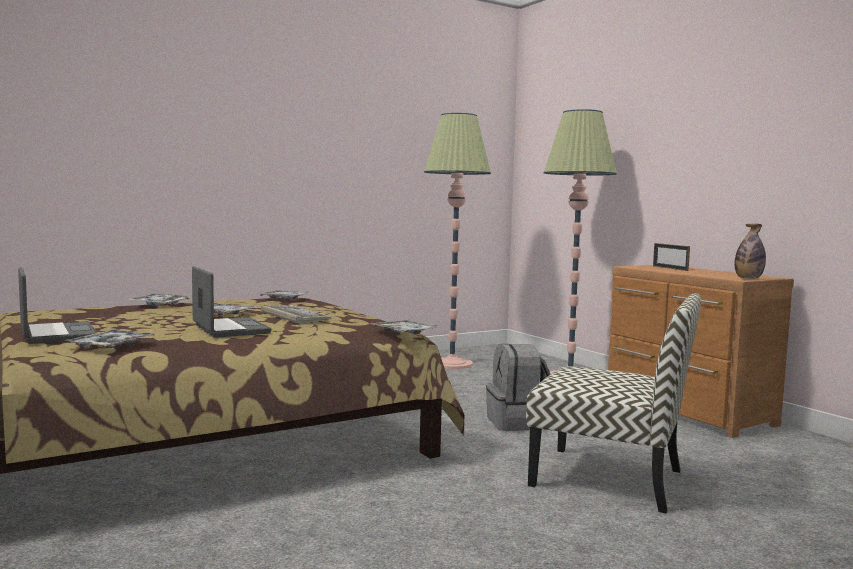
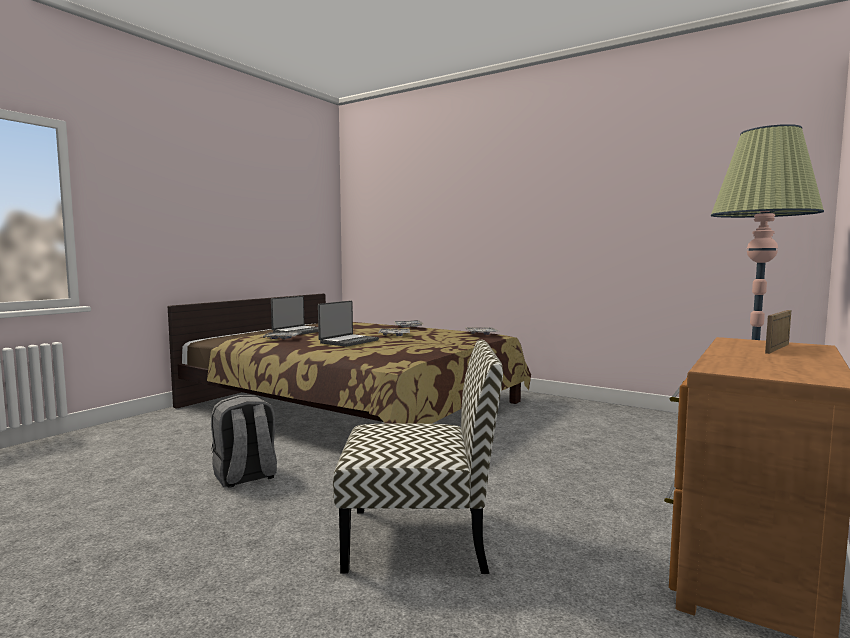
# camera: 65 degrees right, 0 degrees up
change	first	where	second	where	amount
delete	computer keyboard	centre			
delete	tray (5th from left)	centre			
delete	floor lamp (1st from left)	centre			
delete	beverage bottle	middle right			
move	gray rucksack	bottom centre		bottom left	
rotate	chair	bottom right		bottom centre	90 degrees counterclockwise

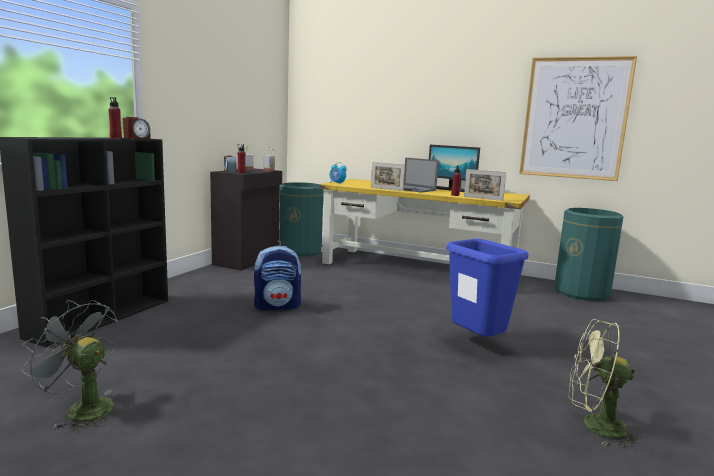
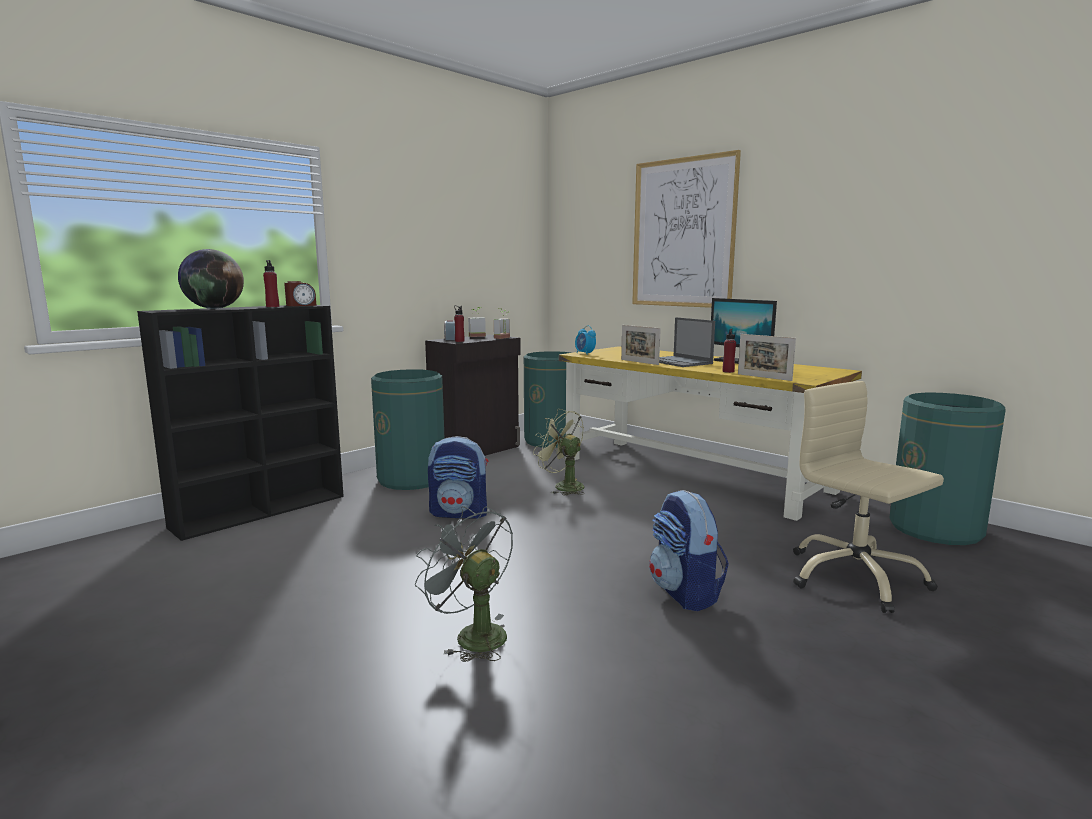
# camera: 20 degrees right, 0 degrees up
change	first	where	second	where	amount
insert			desk globe	middle left	
insert			greenish trash can (1st from left)	centre	
insert			beige-coloured desk chair	middle right	
move	gray cooling fan	bottom left		bottom centre	
move	wall art	top right		top centre	
move	greenish cooling fan	bottom right		centre	
replace	bluish trash can	middle right	rucksack (2nd from left)	bottom centre	

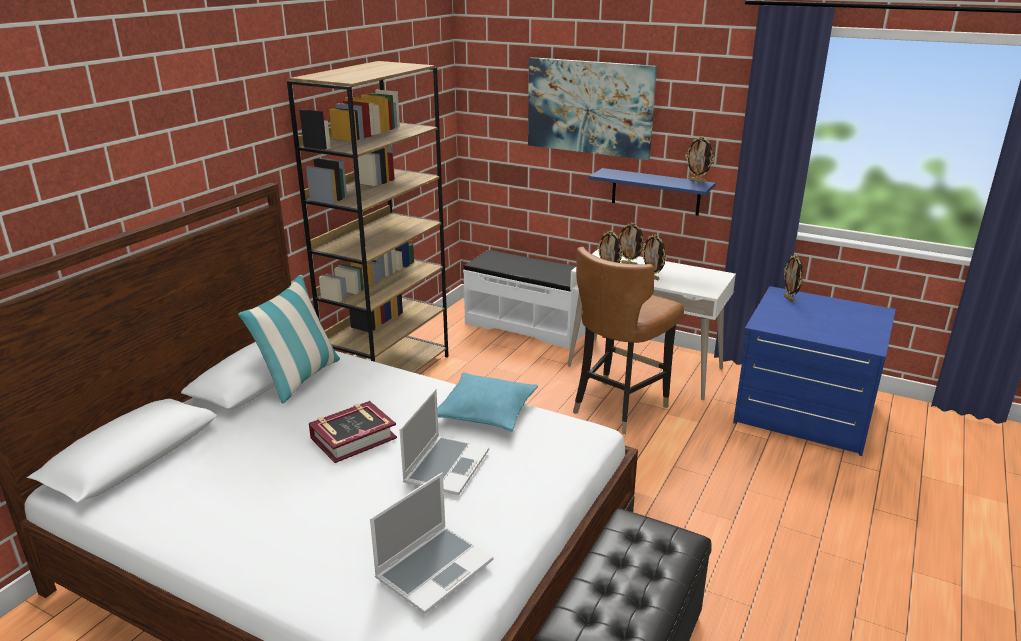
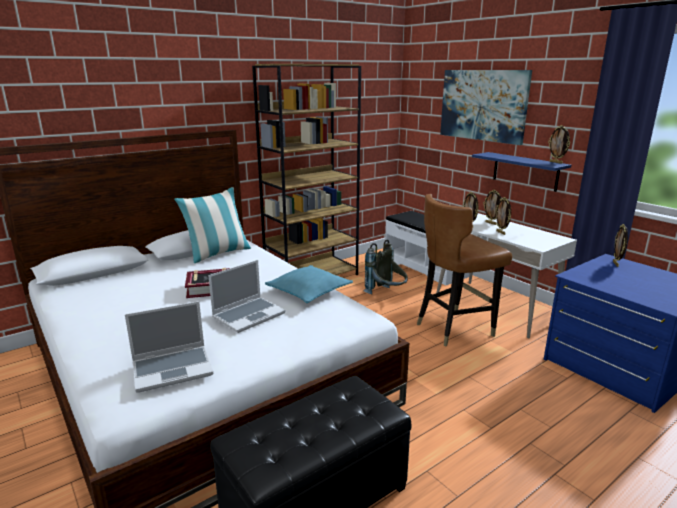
# camera: 25 degrees right, 5 degrees down
change	first	where	second	where	amount
insert			gray rucksack	centre	

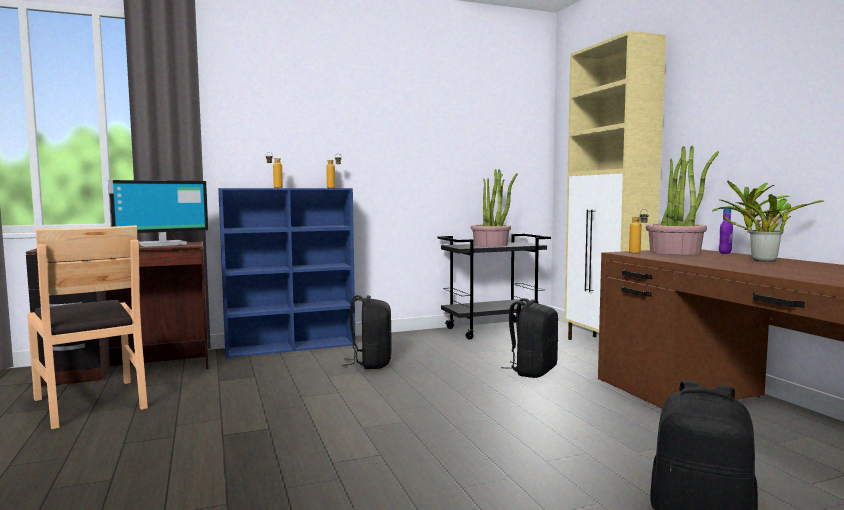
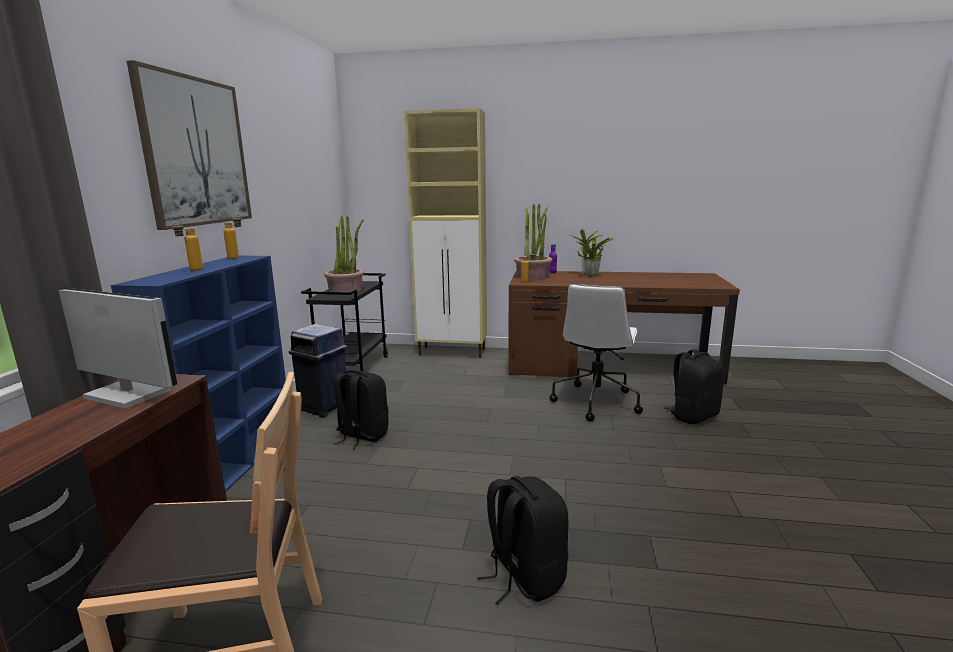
# camera: 60 degrees left, 10 degrees up
change	first	where	second	where	amount
insert			wall art	top left	
insert			bluish trash can	centre	
insert			white-coloured desk chair	centre	
move	blackish rucksack (2nd from left)	centre		bottom centre	
rotate	monitor	middle left		middle left	60 degrees counterclockwise

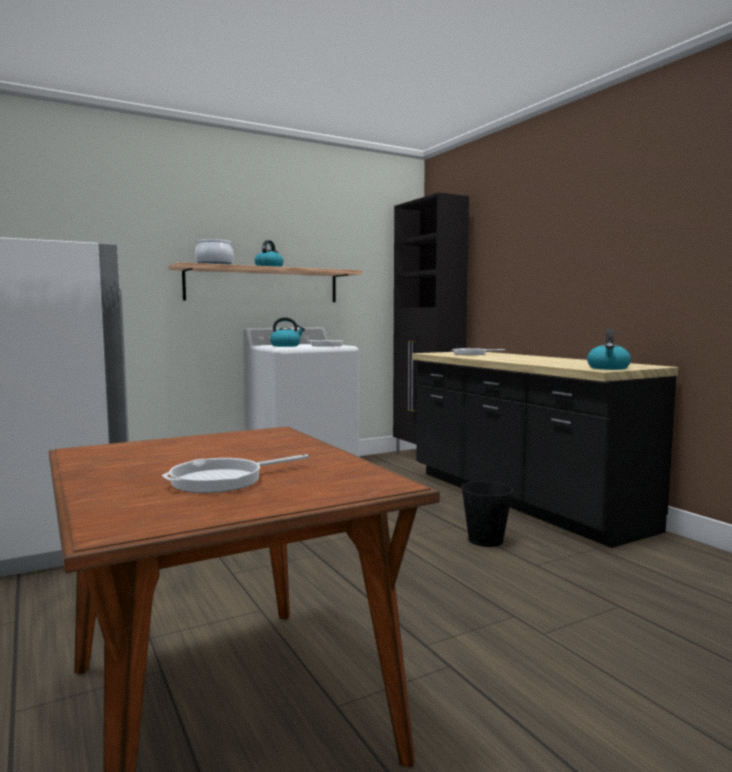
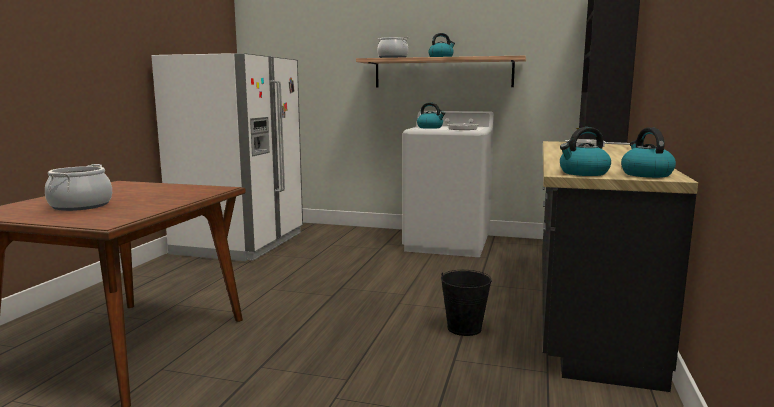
# camera: 45 degrees right, 5 degrees up
change	first	where	second	where	amount
insert			tea kettle (4th from left)	middle right	
replace	frying pan (1st from left)	middle left	saucepot (1st from left)	middle left	

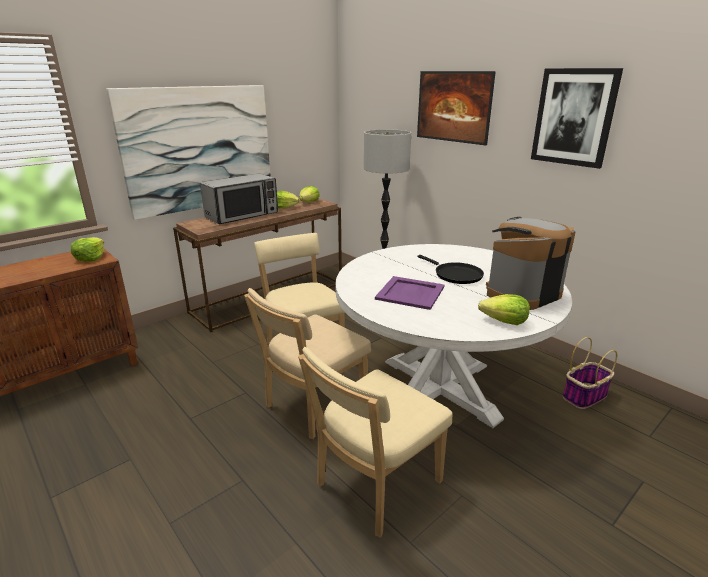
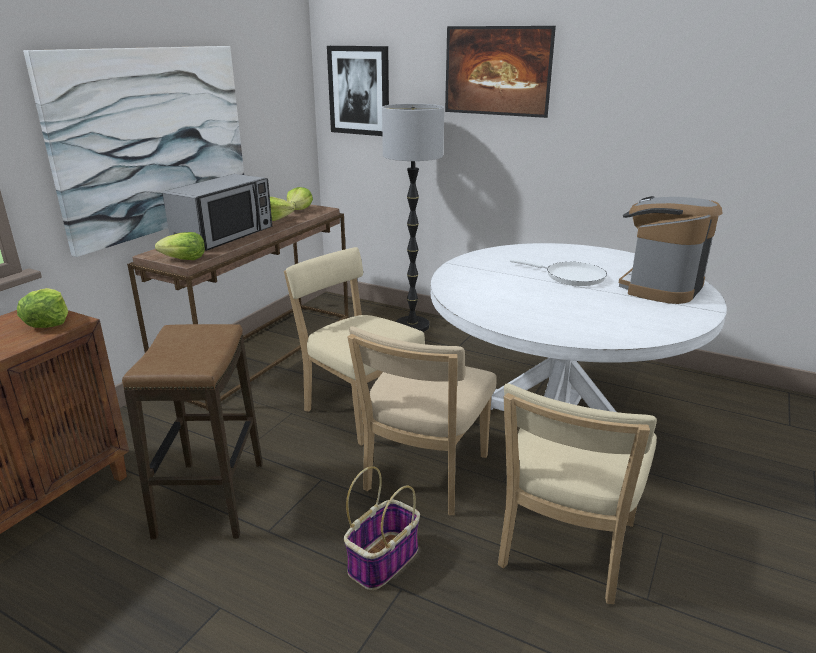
# camera: 20 degrees left, 0 degrees up
change	first	where	second	where	amount
delete	purplish tray	centre			
insert			sitting stool	middle left	
move	lettuce (4th from left in the first image)	middle right	lettuce (2nd from left)	middle left	
move	wall art (3rd from left in the first image)	top right	wall art (2nd from left)	top centre	
move	household basket	middle right		bottom centre	
recolor	blackish frying pan	centre	white-coloured frying pan	middle right	

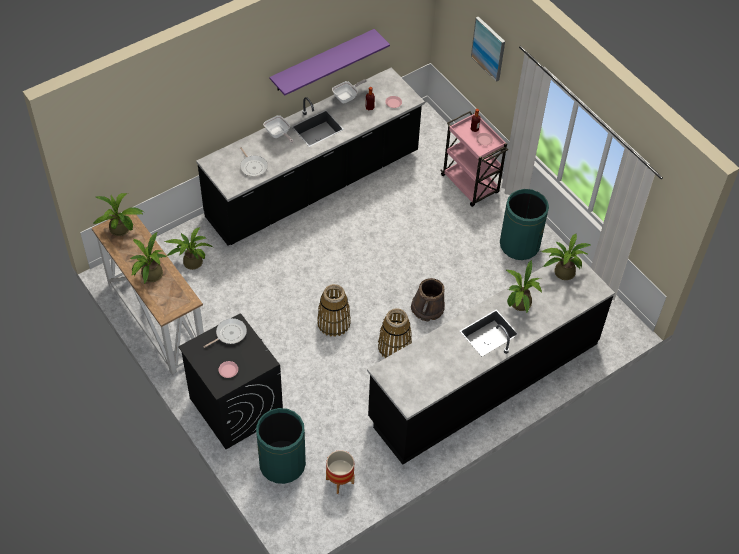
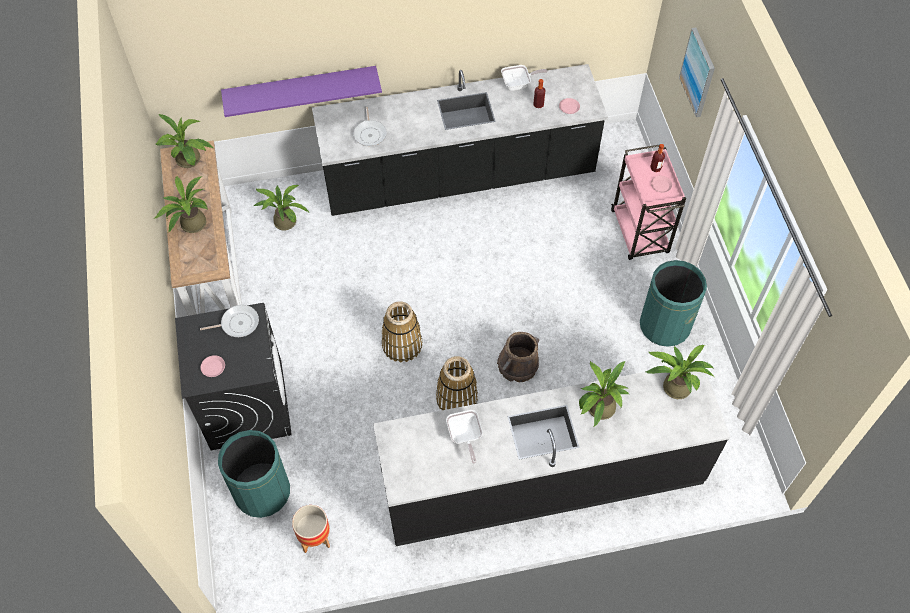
# camera: 25 degrees right, 5 degrees up
change	first	where	second	where	amount
move	frying pan (3rd from left)	top centre		bottom centre	
move	purplish bracket shelf	top centre		top left	

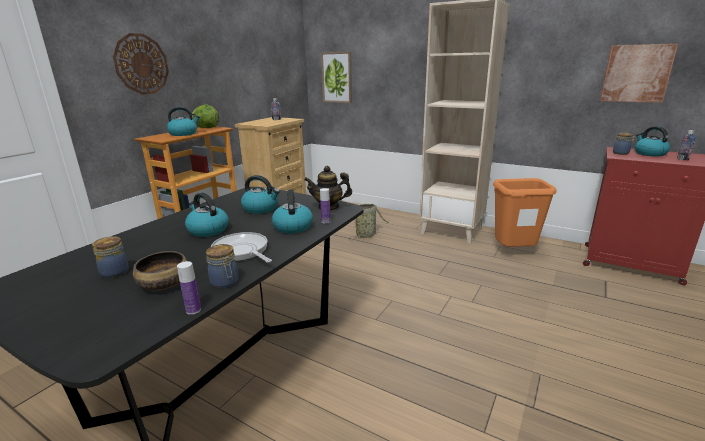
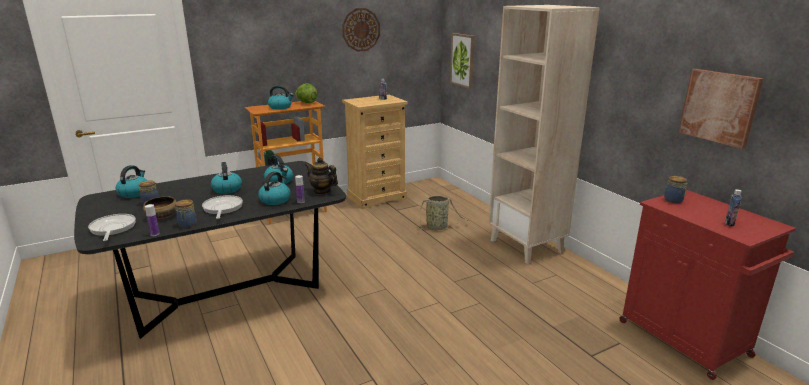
# camera: 30 degrees right, 0 degrees up
change	first	where	second	where	amount
delete	orange trash can	middle right			
insert			frying pan (1st from left)	middle left	
move	clock on the wall	top left		top centre	
move	tea kettle (5th from left in the first image)	top right	tea kettle (1st from left)	middle left	

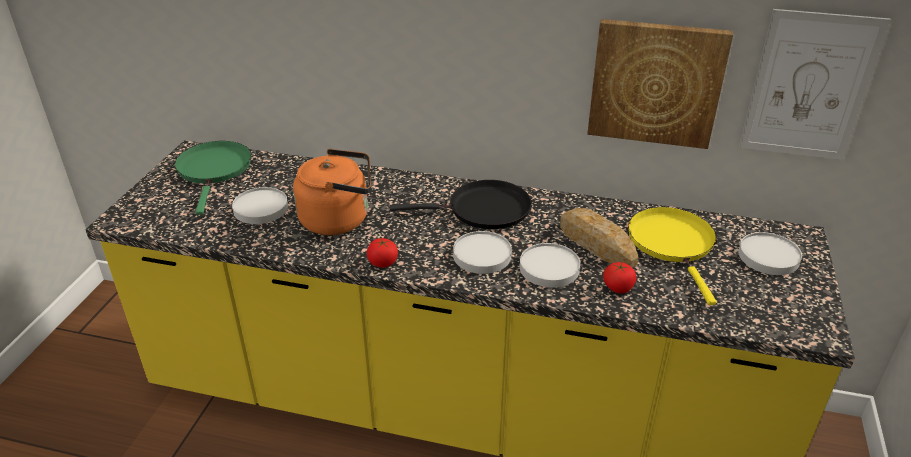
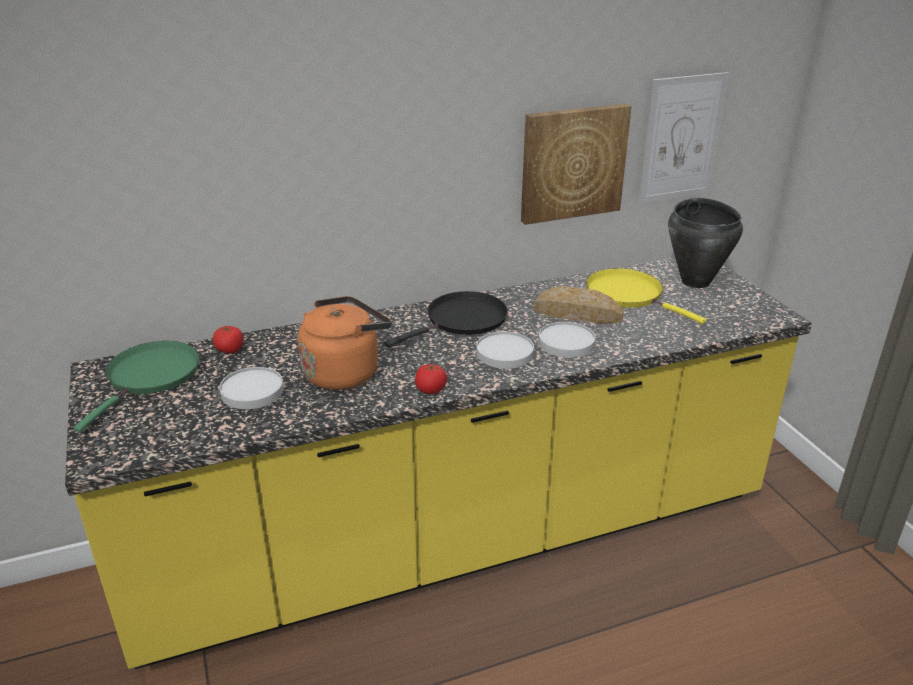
# camera: 35 degrees left, 5 degrees down
change	first	where	second	where	amount
move	fresh tomato (2nd from left in the first image)	middle right	fresh tomato (1st from left)	middle left	
replace	white-coloured plate (4th from left)	middle right	blackish saucepot	middle right	
rotate	greenish frying pan	middle left		middle left	60 degrees clockwise

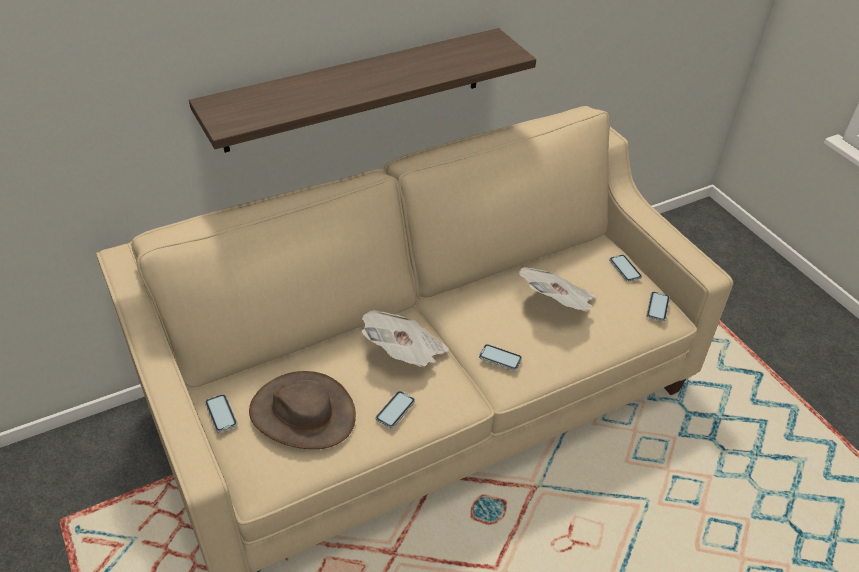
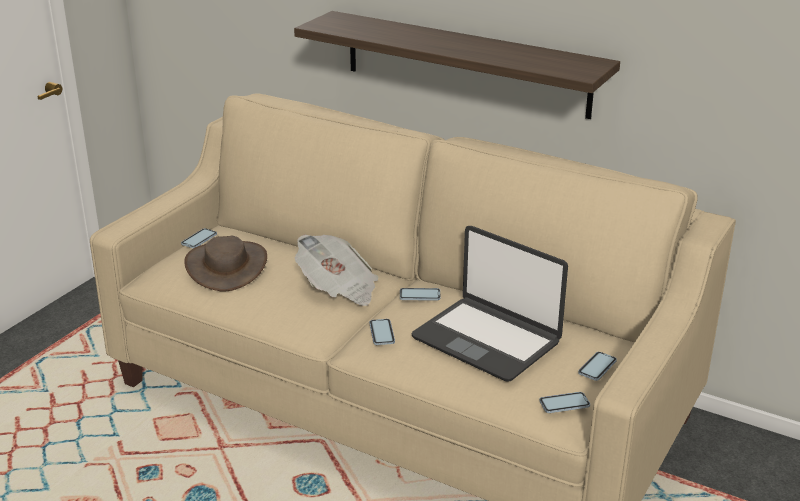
# camera: 60 degrees right, 15 degrees down
change	first	where	second	where	amount
move	phone (2nd from left in the first image)	bottom centre	phone (3rd from left)	centre	
replace	printed paper (2nd from left)	centre	laptop	centre	

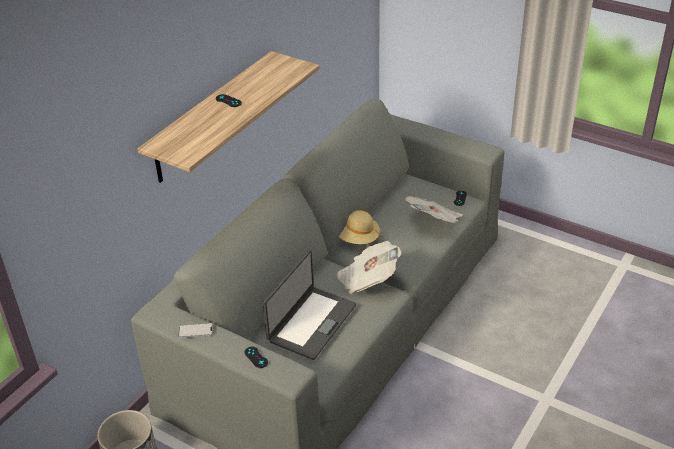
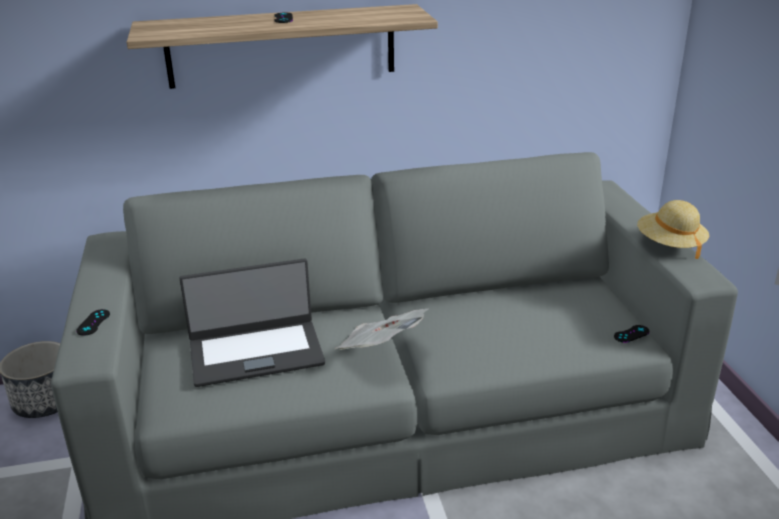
# camera: 45 degrees right, 10 degrees down
change	first	where	second	where	amount
delete	phone	bottom left			
delete	printed paper (2nd from left)	centre			
move	beige-coloured hat	centre		middle right	

